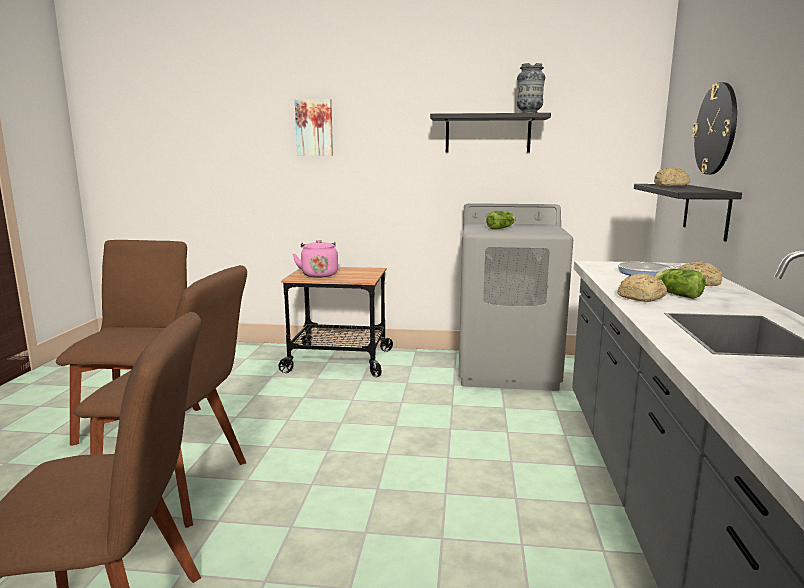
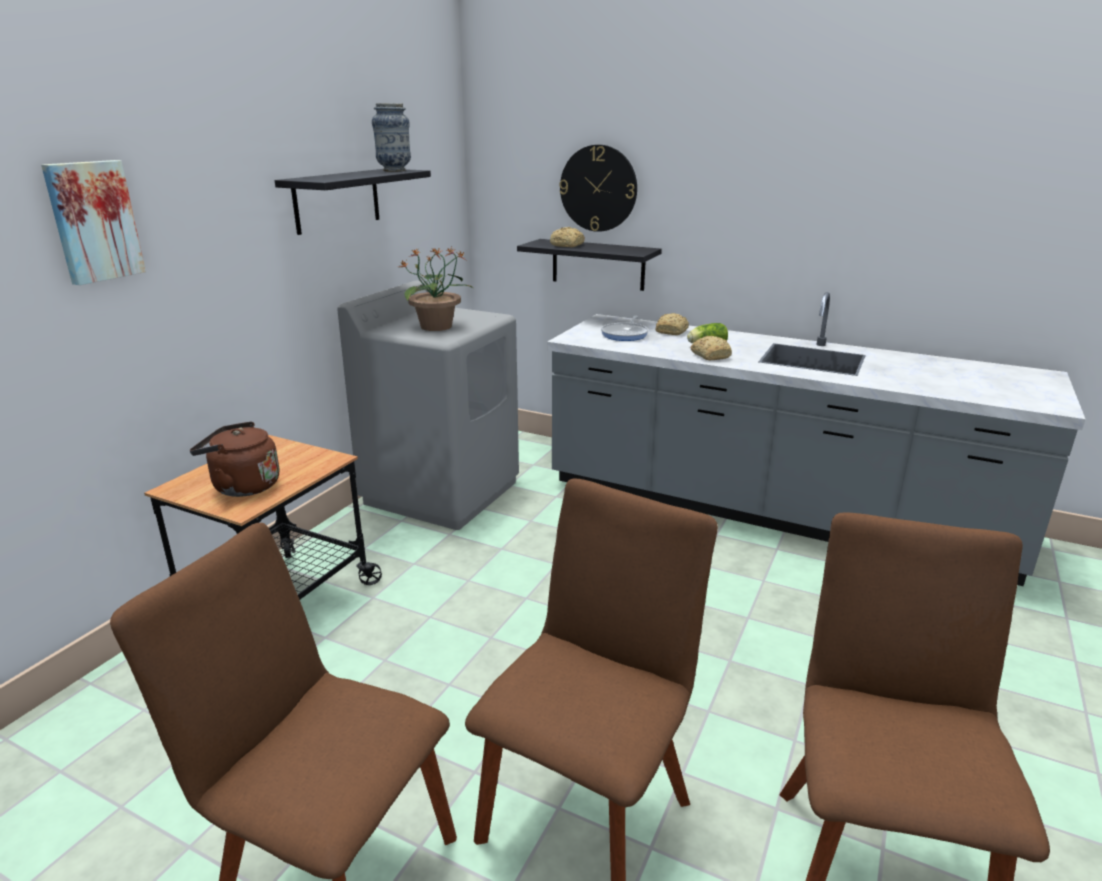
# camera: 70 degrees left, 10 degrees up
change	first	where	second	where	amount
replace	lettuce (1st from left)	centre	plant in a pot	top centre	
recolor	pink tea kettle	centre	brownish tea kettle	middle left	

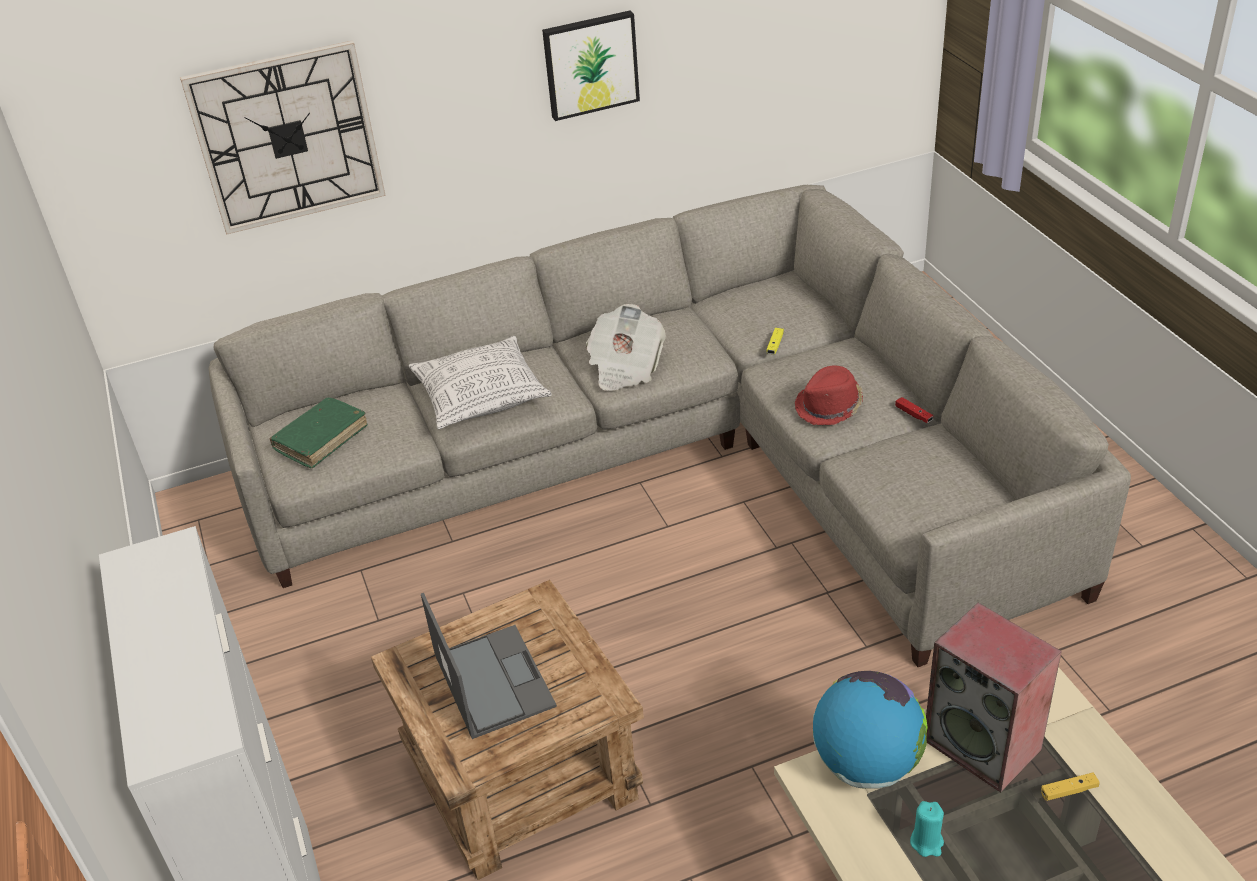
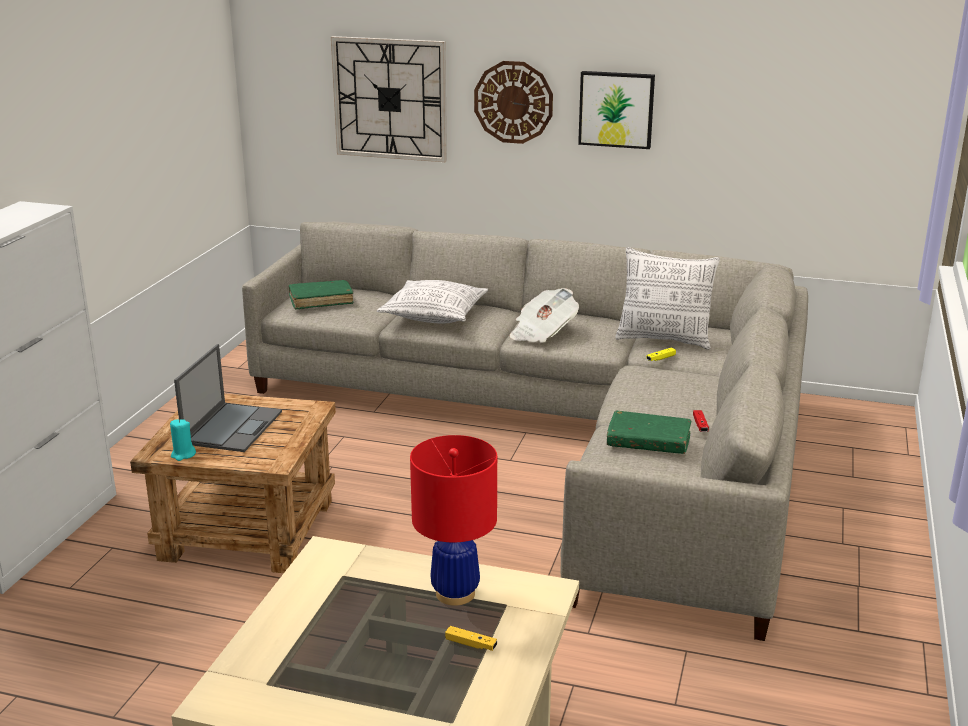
# camera: 35 degrees right, 15 degrees down
change	first	where	second	where	amount
delete	reddish hat	centre			
delete	desk globe	bottom right			
insert			clock on the wall (2nd from left)	top centre	
insert			greenish bound book (2nd from left)	middle right	
insert			pillow (2nd from left)	middle right	
move	turquoise-coloured wax light	bottom right		middle left	
replace	audio speaker	bottom right	reddish tabletop lamp	bottom centre	

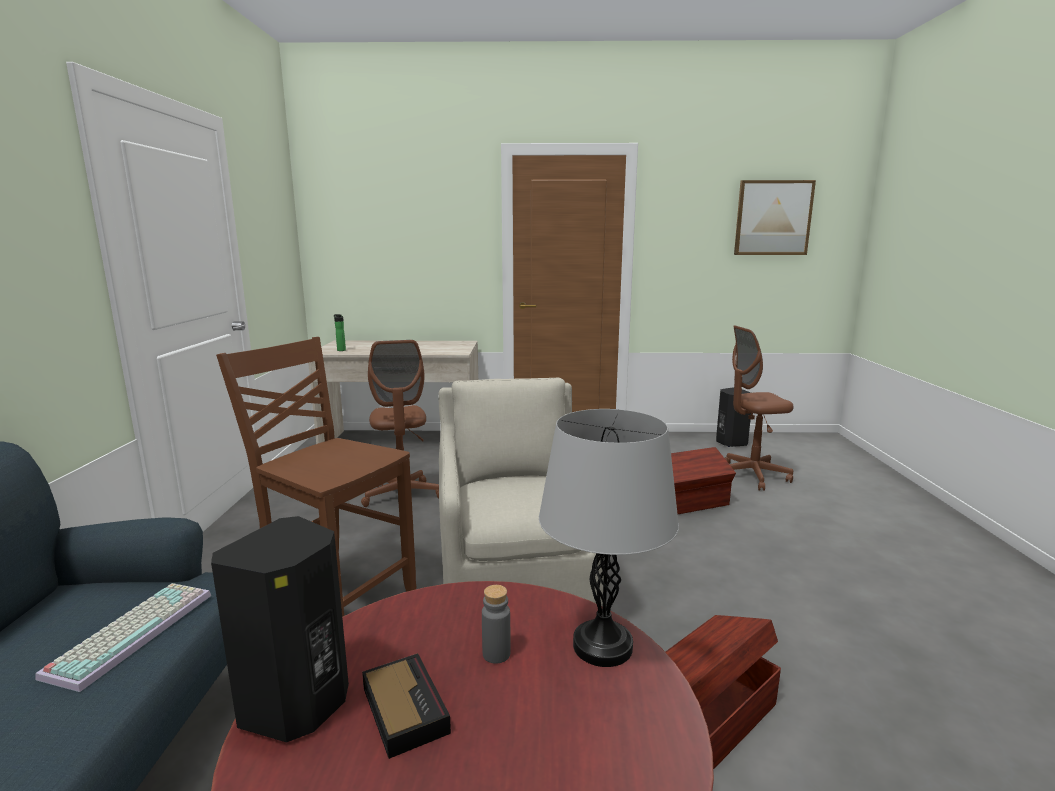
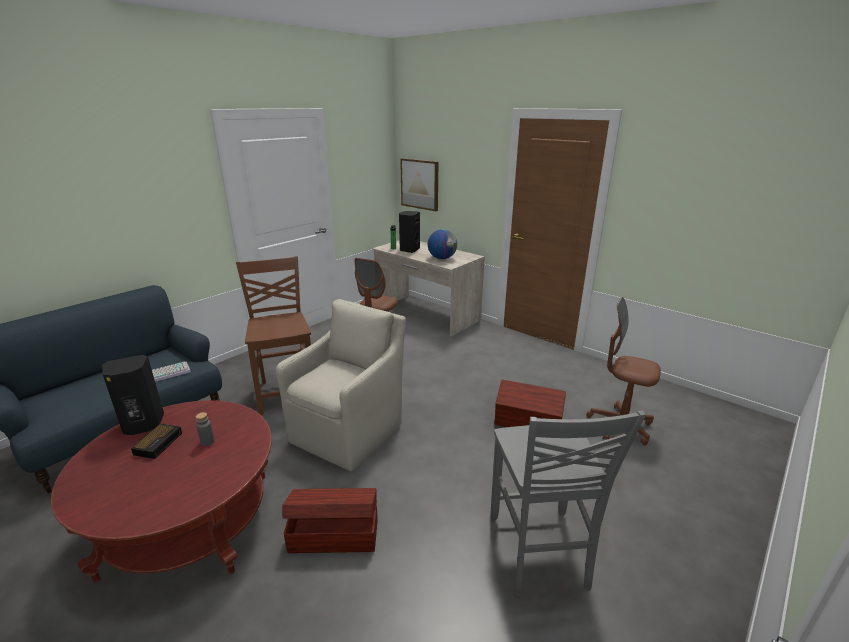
# camera: 40 degrees right, 10 degrees up
change	first	where	second	where	amount
delete	gray tabletop lamp	bottom centre			
insert			desk globe	centre	
insert			gray chair	bottom right	
move	blackish audio speaker (2nd from left)	middle right		centre	
move	wall art	top right		top centre	

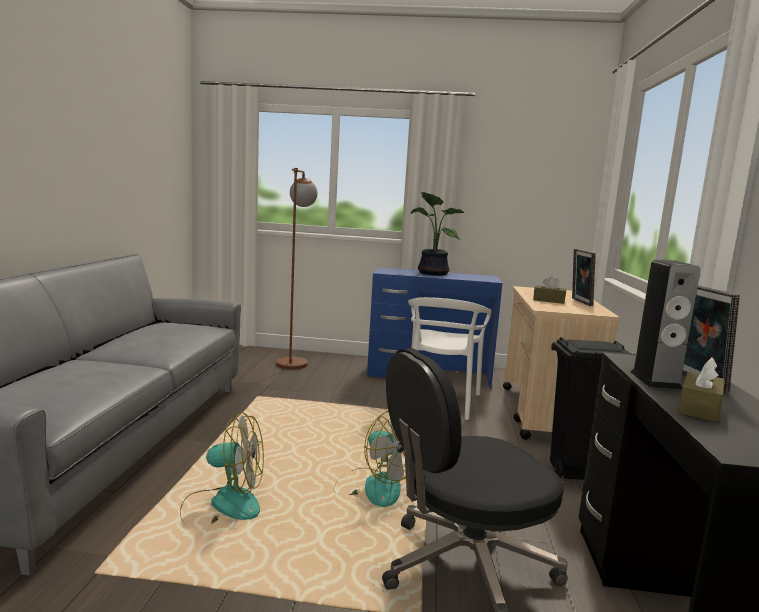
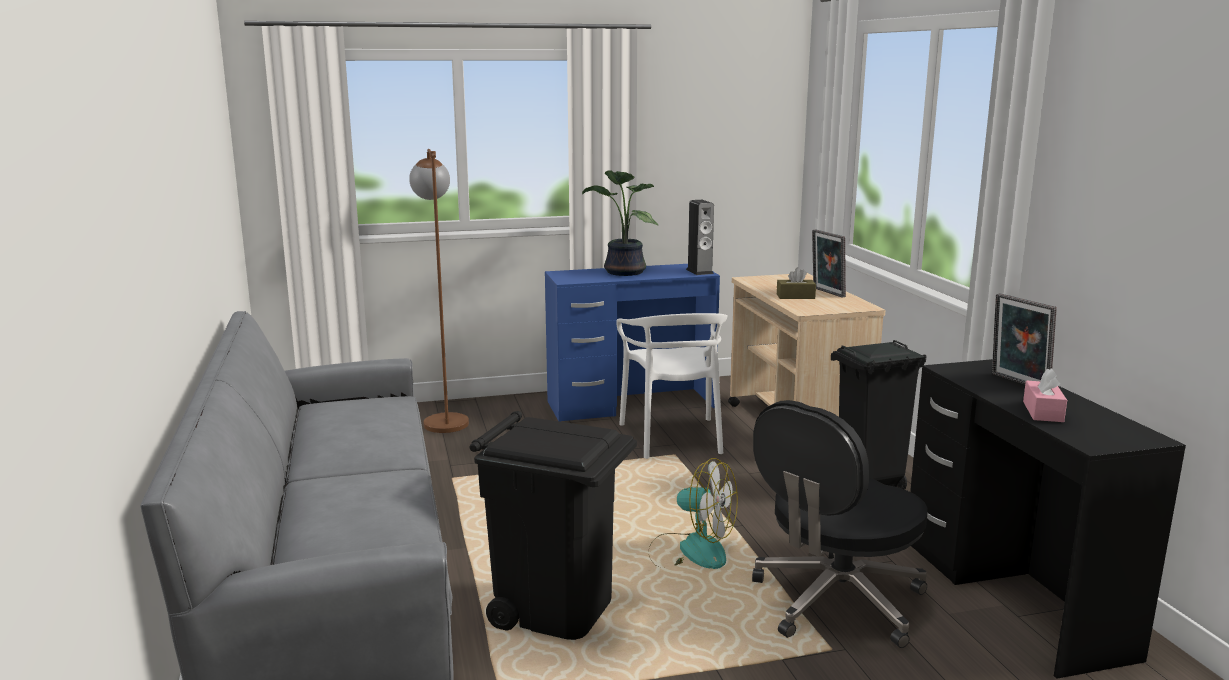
# camera: 20 degrees left, 5 degrees up
change	first	where	second	where	amount
move	audio speaker	middle right		centre	
replace	cooling fan (1st from left)	bottom left	blackish trash can (1st from left)	bottom centre	
recolor	brownish box of tissues (2nd from left)	middle right	pink box of tissues	middle right	

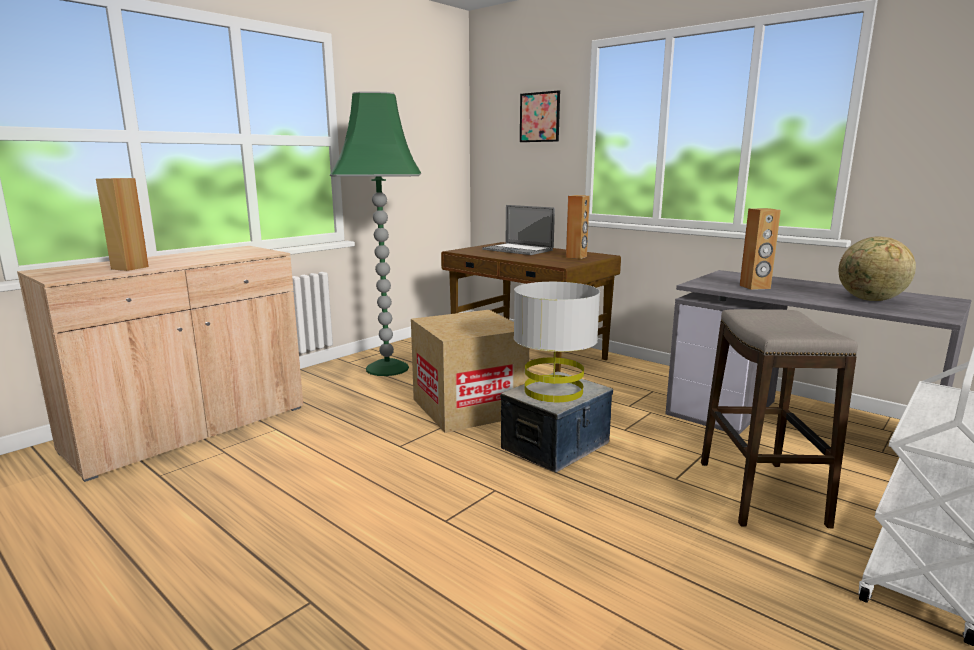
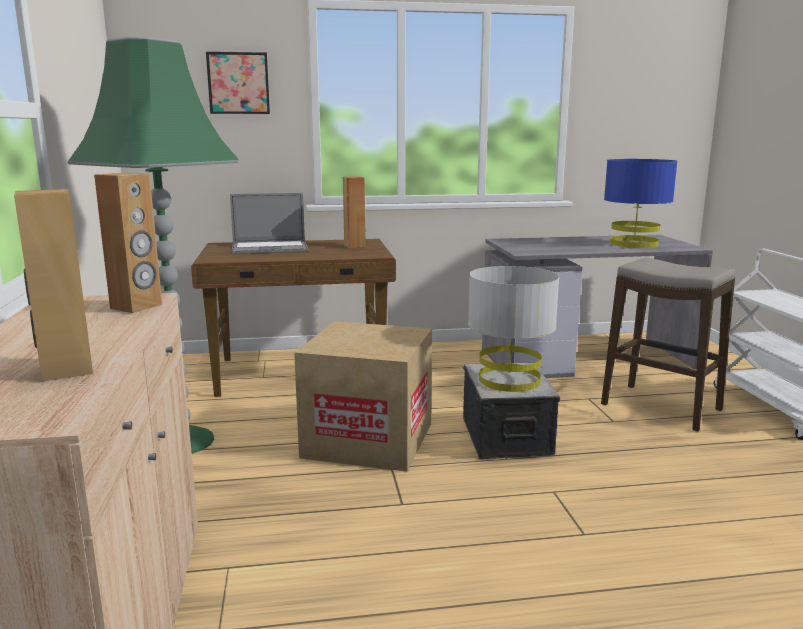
# camera: 50 degrees left, 0 degrees up
change	first	where	second	where	amount
move	brownish audio speaker (3rd from left in the first image)	middle right	brownish audio speaker (2nd from left)	middle left	
replace	desk globe	middle right	bluish tabletop lamp	top right	

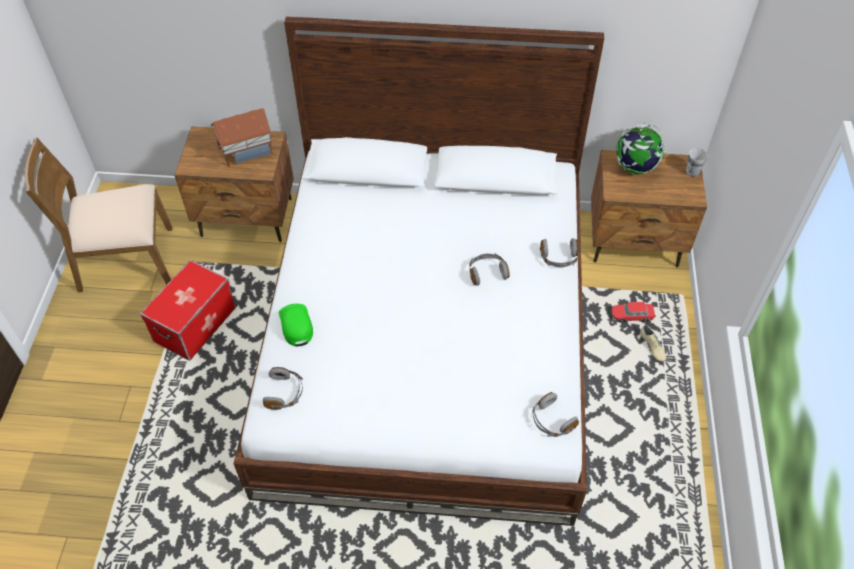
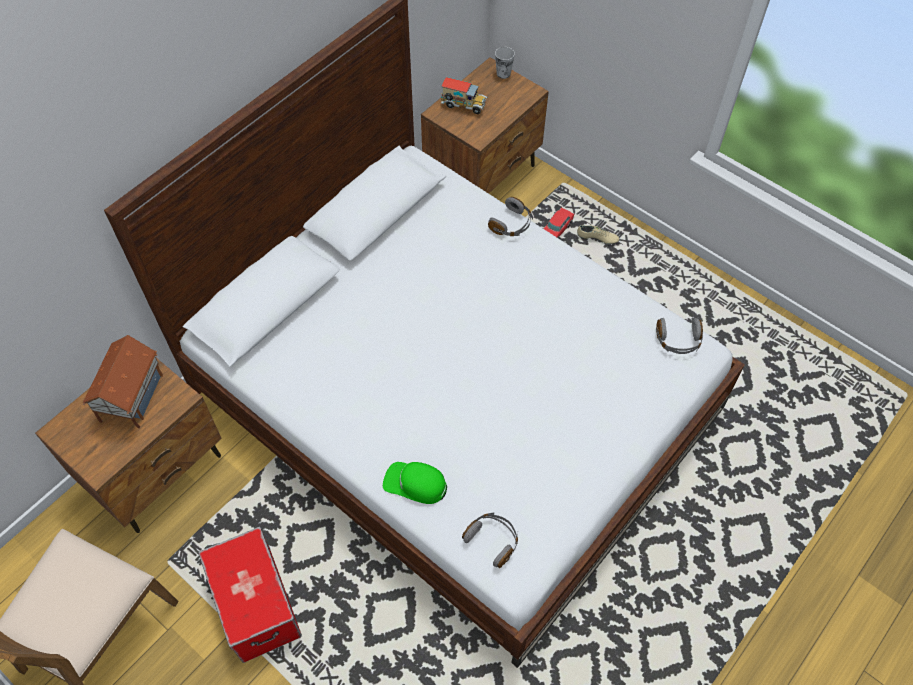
# camera: 55 degrees left, 5 degrees up
change	first	where	second	where	amount
delete	gray headphones (2nd from left)	centre			
replace	desk globe	top right	toy truck	top centre	

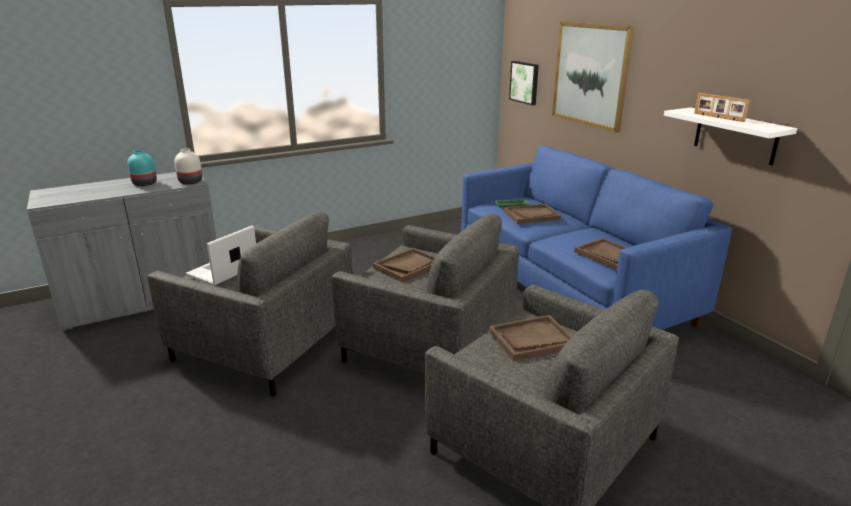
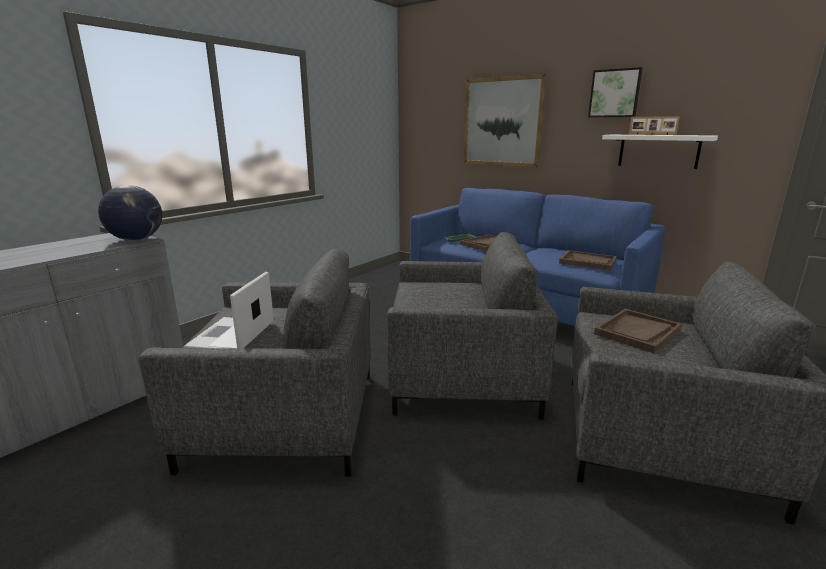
# camera: 25 degrees left, 5 degrees down
change	first	where	second	where	amount
delete	turquoise-coloured vase	top left			
delete	brownish tray (1st from left)	centre			
move	wall art (1st from left in the first image)	top centre	wall art (2nd from left)	top right	
replace	white-coloured vase	top left	desk globe	middle left	

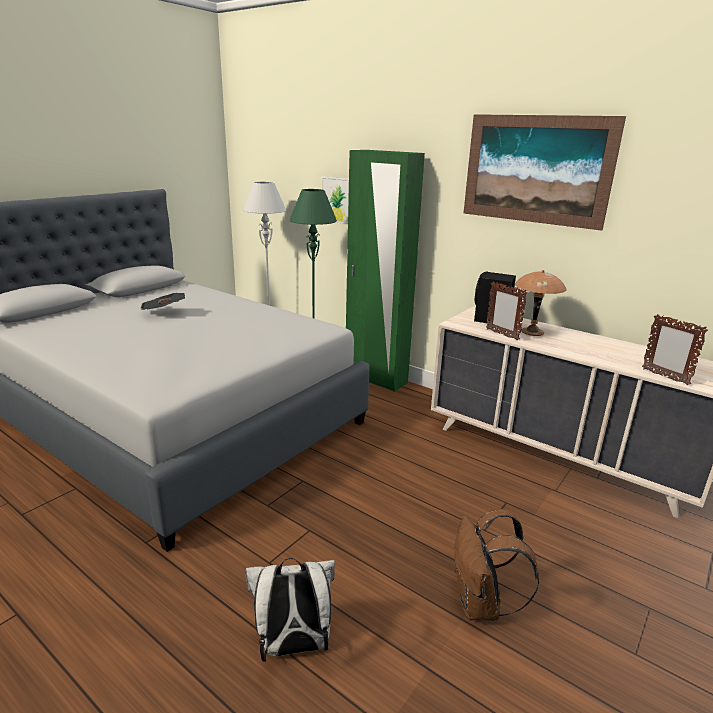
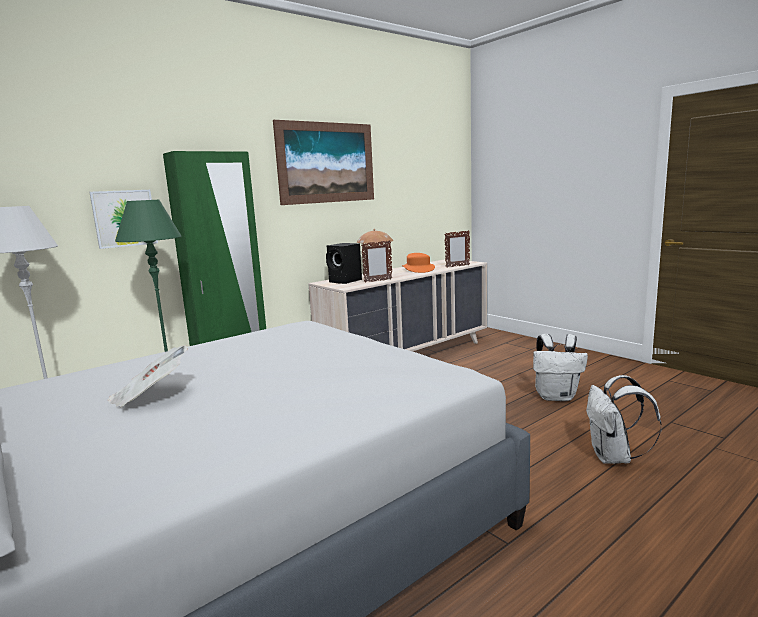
# camera: 75 degrees left, 10 degrees down
change	first	where	second	where	amount
insert			orange hat	centre	
recolor	brownish rucksack	bottom right	white-coloured rucksack (1st from left)	middle right	

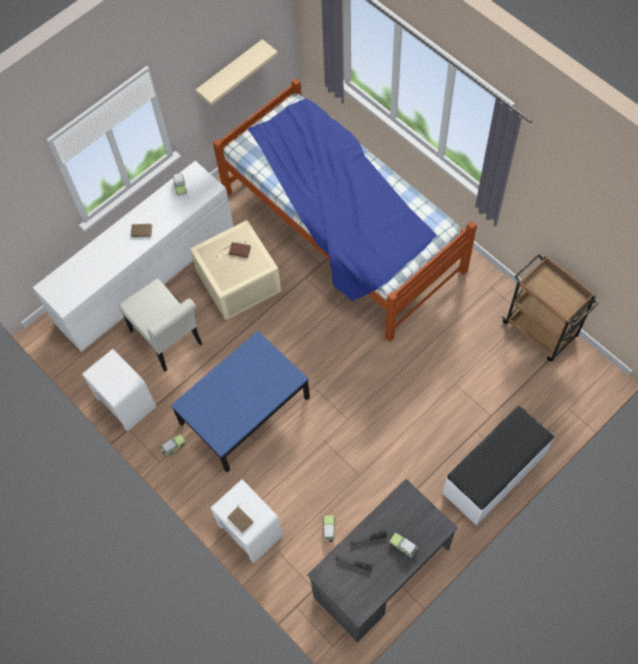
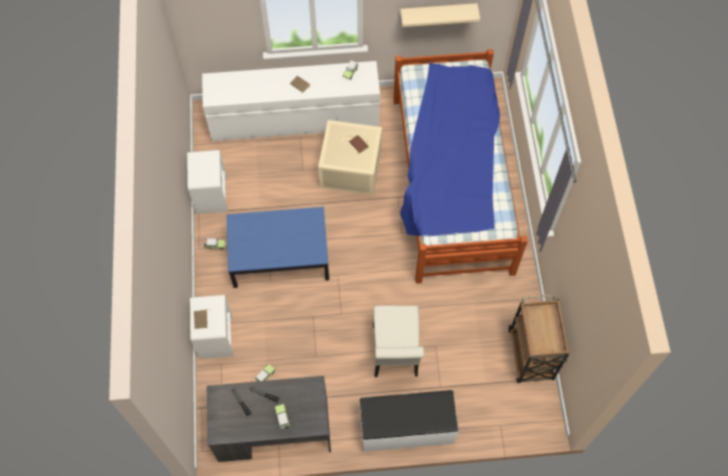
# camera: 35 degrees right, 0 degrees up
change	first	where	second	where	amount
move	white-coloured chair	middle left		bottom centre	

